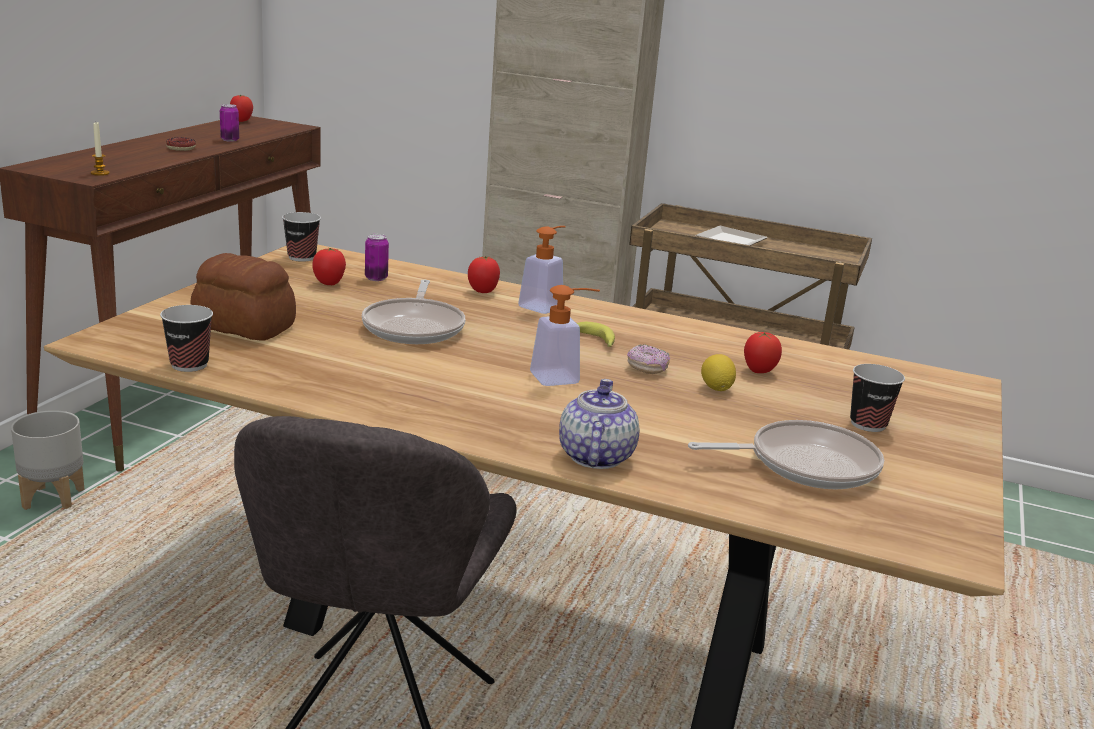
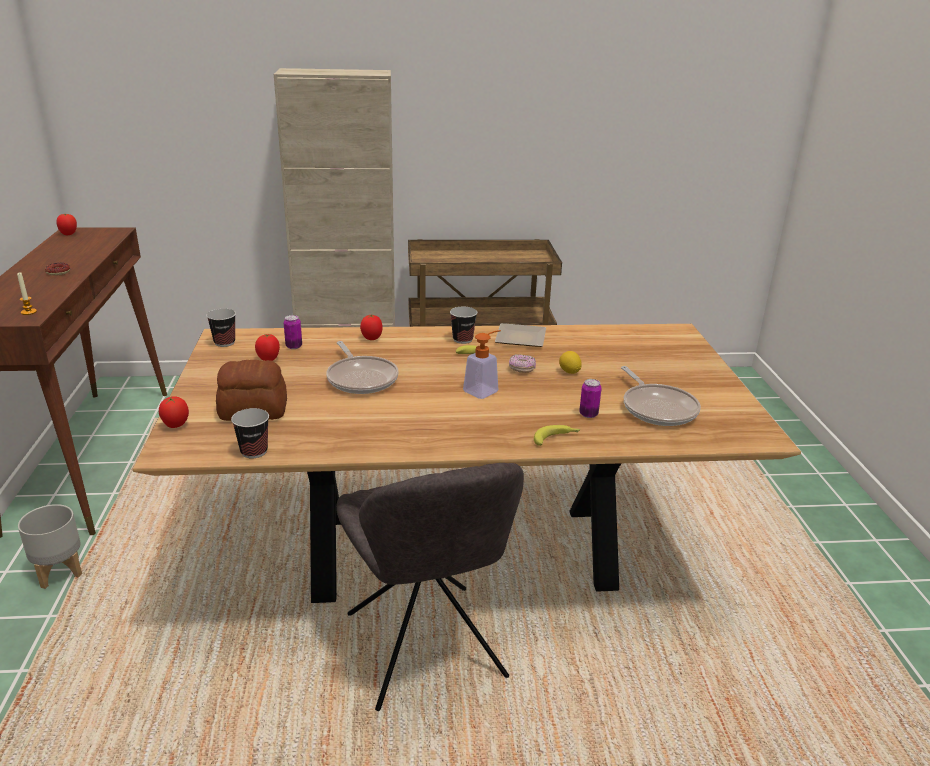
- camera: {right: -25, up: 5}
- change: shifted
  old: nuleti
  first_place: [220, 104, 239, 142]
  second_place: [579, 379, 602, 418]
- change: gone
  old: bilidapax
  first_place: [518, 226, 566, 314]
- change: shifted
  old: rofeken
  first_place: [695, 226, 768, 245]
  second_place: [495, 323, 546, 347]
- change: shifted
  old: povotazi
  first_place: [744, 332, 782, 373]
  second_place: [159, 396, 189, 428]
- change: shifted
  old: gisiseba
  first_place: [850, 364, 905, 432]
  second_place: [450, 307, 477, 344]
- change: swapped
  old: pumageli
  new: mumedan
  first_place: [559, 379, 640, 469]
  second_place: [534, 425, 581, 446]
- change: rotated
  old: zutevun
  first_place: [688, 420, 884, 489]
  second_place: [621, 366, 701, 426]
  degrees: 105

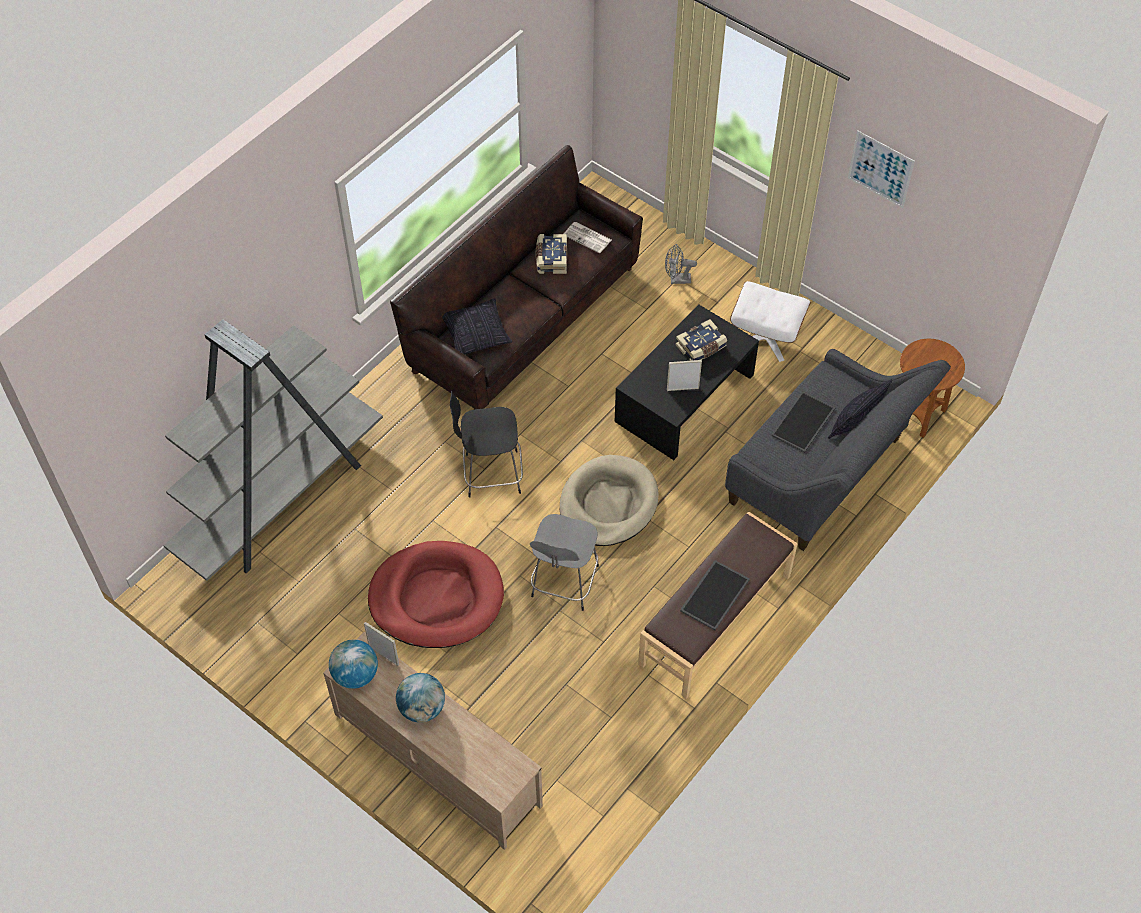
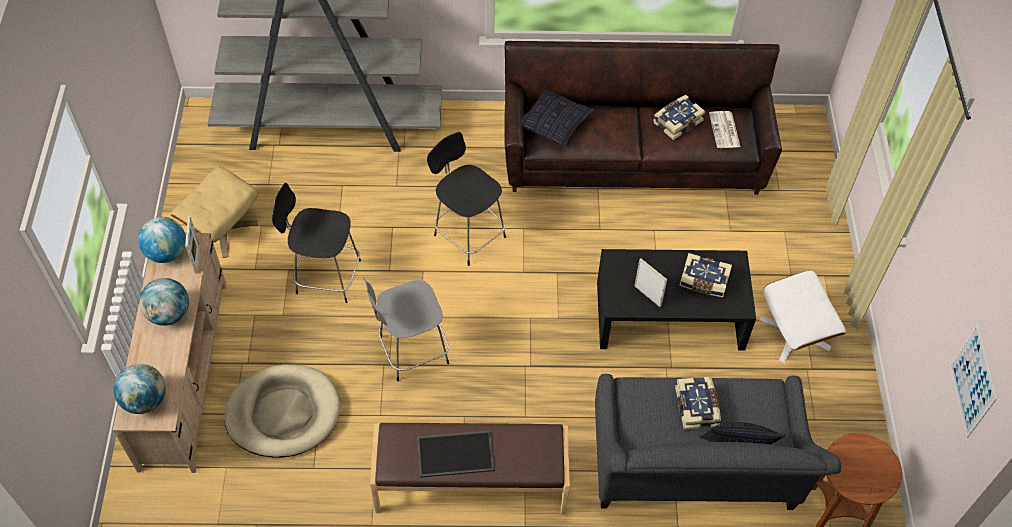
- camera: {right: 50, up: 0}
- change: shifted
  old: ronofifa
  first_place: [848, 131, 915, 208]
  second_place: [950, 324, 997, 438]
- change: gone
  old: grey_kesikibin
  first_place: [665, 244, 697, 284]
- change: swapped
  old: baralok
  new: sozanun
  first_place: [771, 391, 836, 453]
  second_place: [675, 376, 721, 430]
- change: shifted
  old: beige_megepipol
  first_place: [560, 455, 659, 546]
  second_place: [224, 364, 340, 458]
- change: swapped
  old: red_megepipol
  new: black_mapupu
  first_place: [368, 541, 504, 648]
  second_place: [272, 183, 361, 303]
- change: new
  new: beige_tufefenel
  second_place: [171, 166, 258, 258]
- change: new
  new: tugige
  second_place: [113, 364, 166, 414]

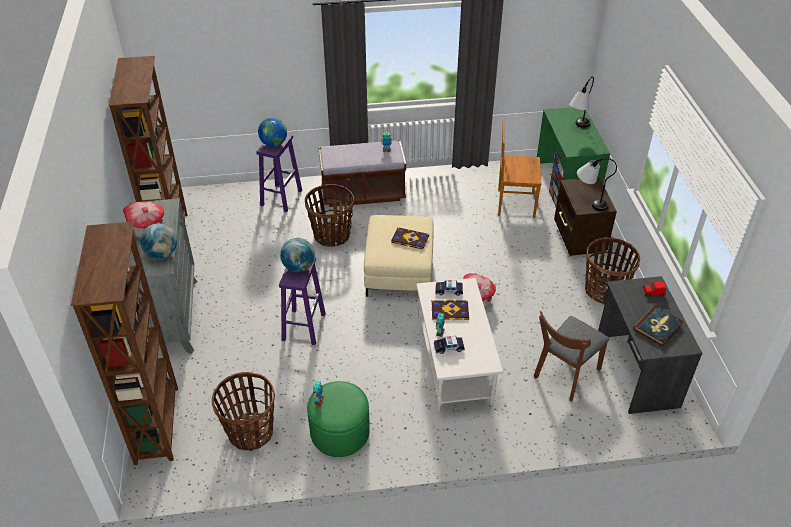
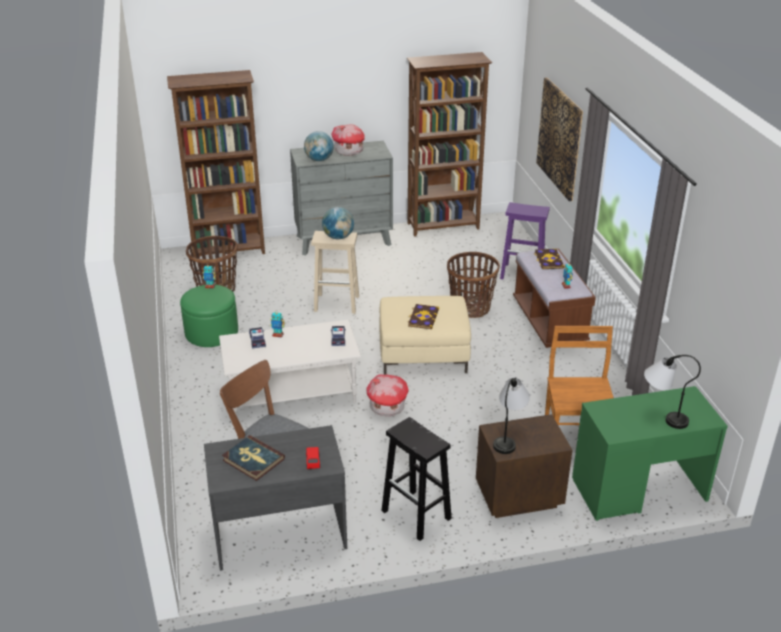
- camera: {right: 85, up: -10}
- change: gone
  old: tugige
  first_place: [258, 118, 287, 147]
- change: swapped
  old: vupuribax
  new: black_mapupu
  first_place: [585, 237, 640, 304]
  second_place: [382, 417, 452, 541]
- change: repainted
  old: purple_mapupu
  new: beige_mapupu
  first_place: [279, 257, 326, 345]
  second_place: [311, 231, 359, 314]
- change: shifted
  old: sozanun
  first_place: [432, 300, 469, 320]
  second_place: [534, 249, 565, 269]
- change: new
  new: ronofifa
  second_place: [536, 78, 583, 201]

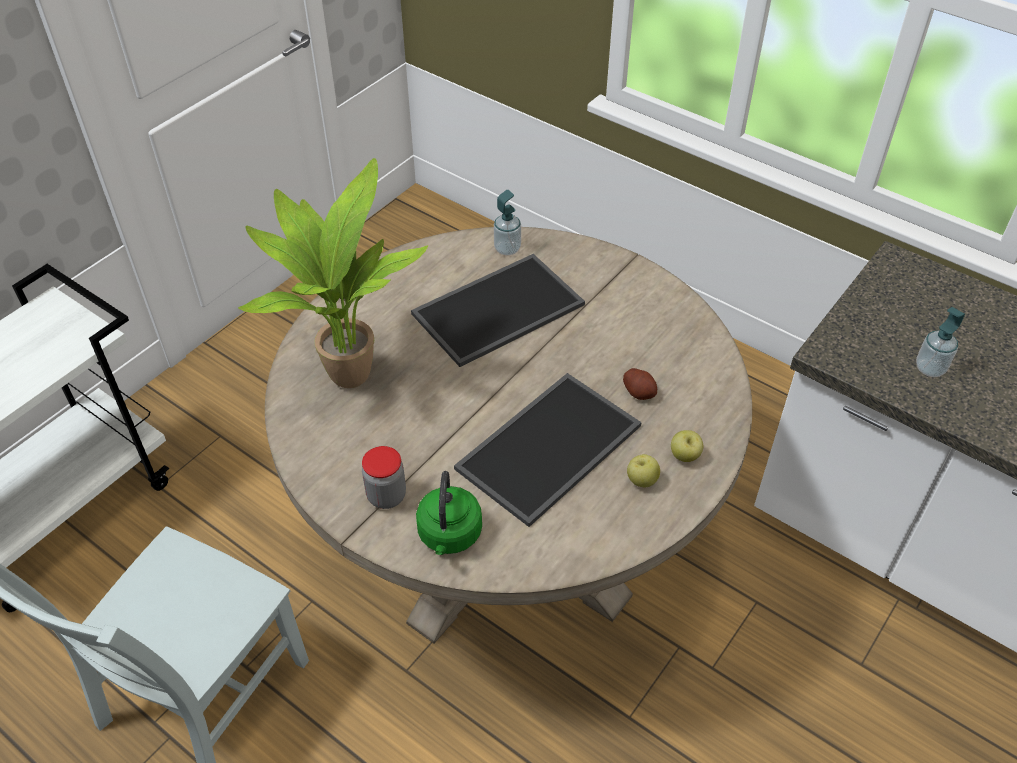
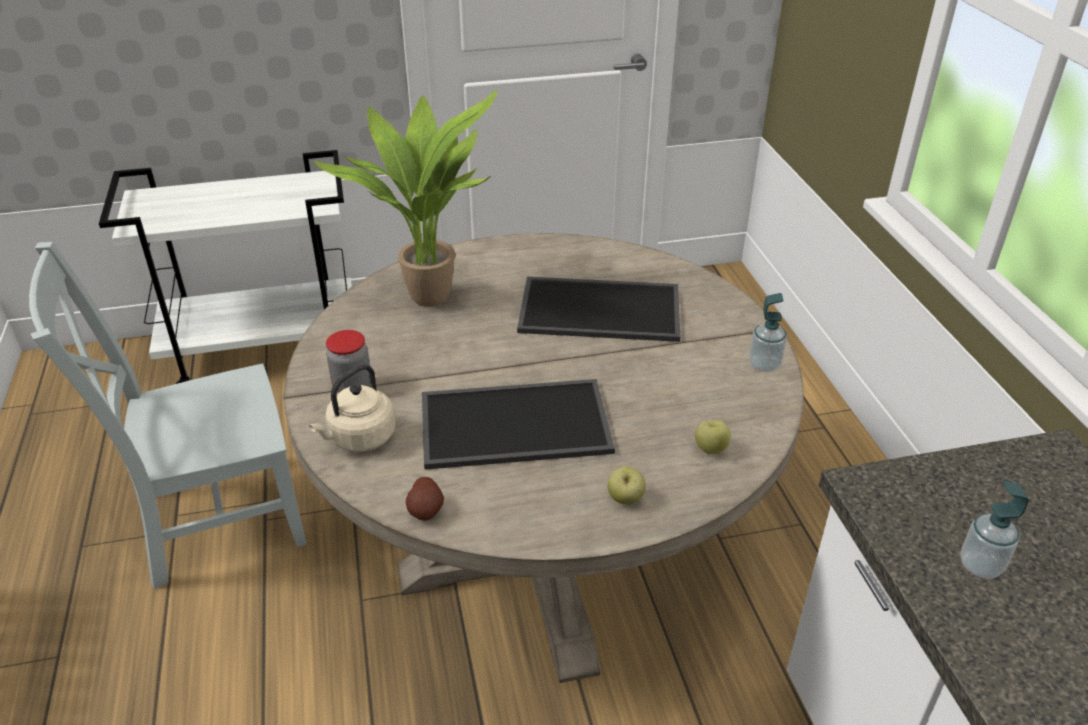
- camera: {right: 40, up: -10}
- change: shifted
  old: bilidapax
  first_place: [494, 190, 521, 255]
  second_place: [749, 293, 787, 372]
- change: shifted
  old: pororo
  first_place: [623, 368, 657, 400]
  second_place: [406, 477, 444, 521]
- change: shifted
  old: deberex
  first_place: [627, 454, 660, 487]
  second_place: [695, 420, 731, 454]
- change: repainted
  old: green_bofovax
  new: beige_bofovax
  first_place: [416, 471, 482, 555]
  second_place: [309, 364, 395, 452]

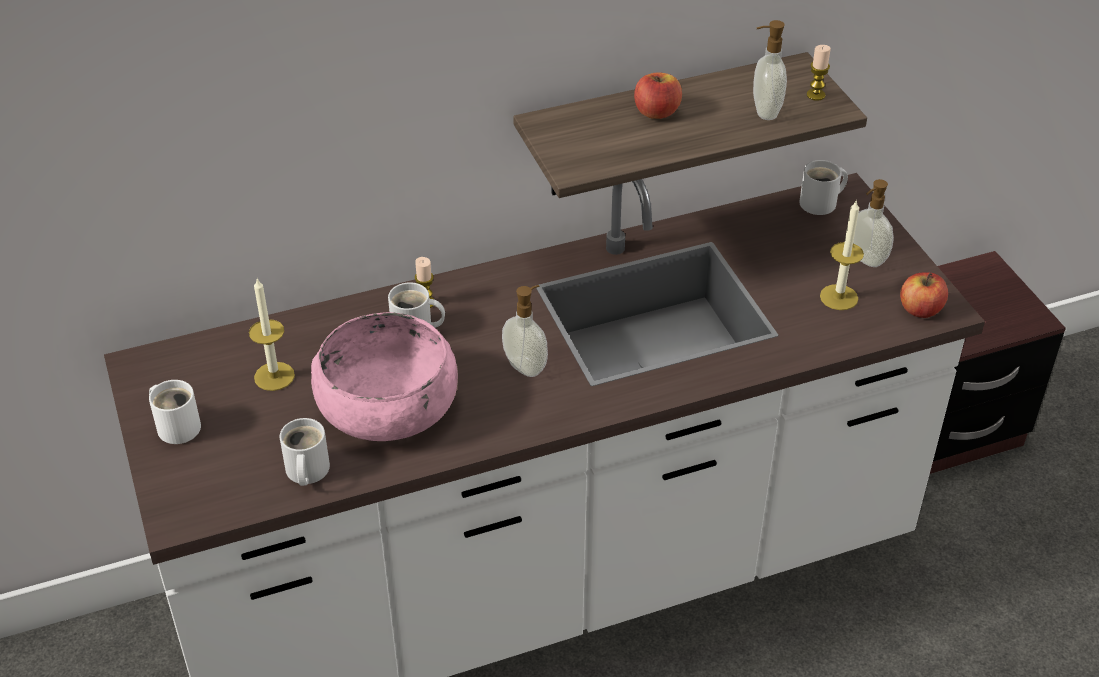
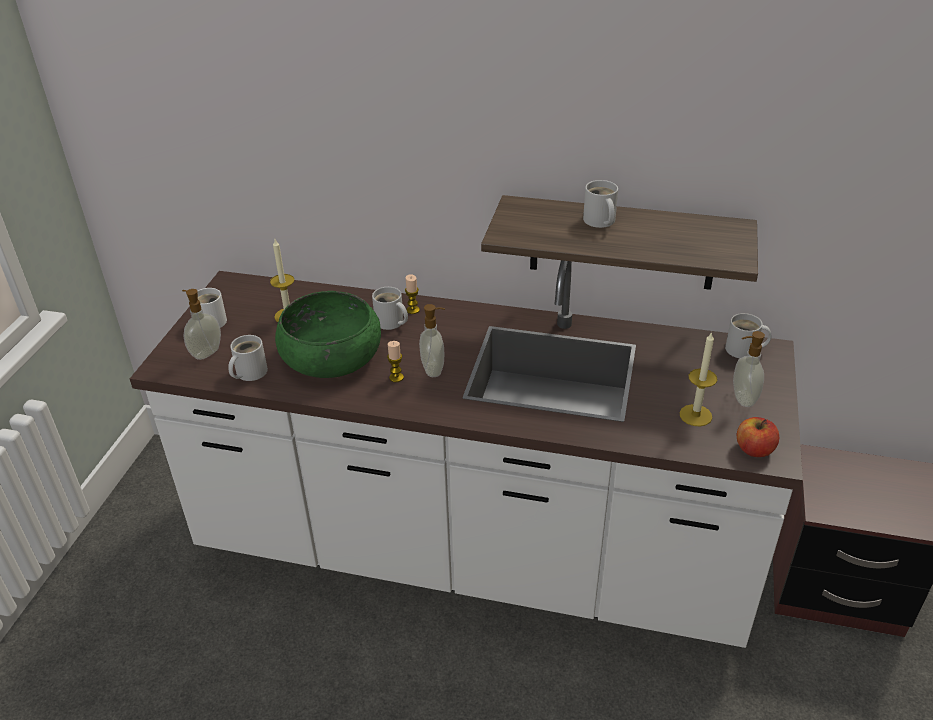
- camera: {right: 35, up: -5}
- change: shifted
  old: bilidapax
  first_place: [753, 20, 787, 120]
  second_place: [182, 289, 221, 360]
- change: shifted
  old: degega
  first_place: [807, 45, 831, 101]
  second_place: [387, 341, 404, 382]
- change: swapped
  old: deberex
  new: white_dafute
  first_place: [634, 73, 682, 119]
  second_place: [583, 180, 618, 228]
- change: repainted
  old: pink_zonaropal
  new: green_zonaropal
  first_place: [311, 312, 458, 441]
  second_place: [275, 291, 381, 378]

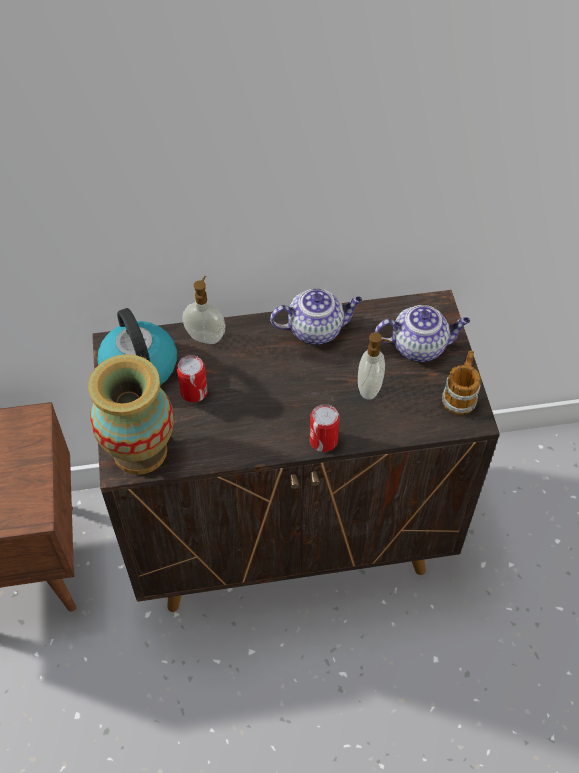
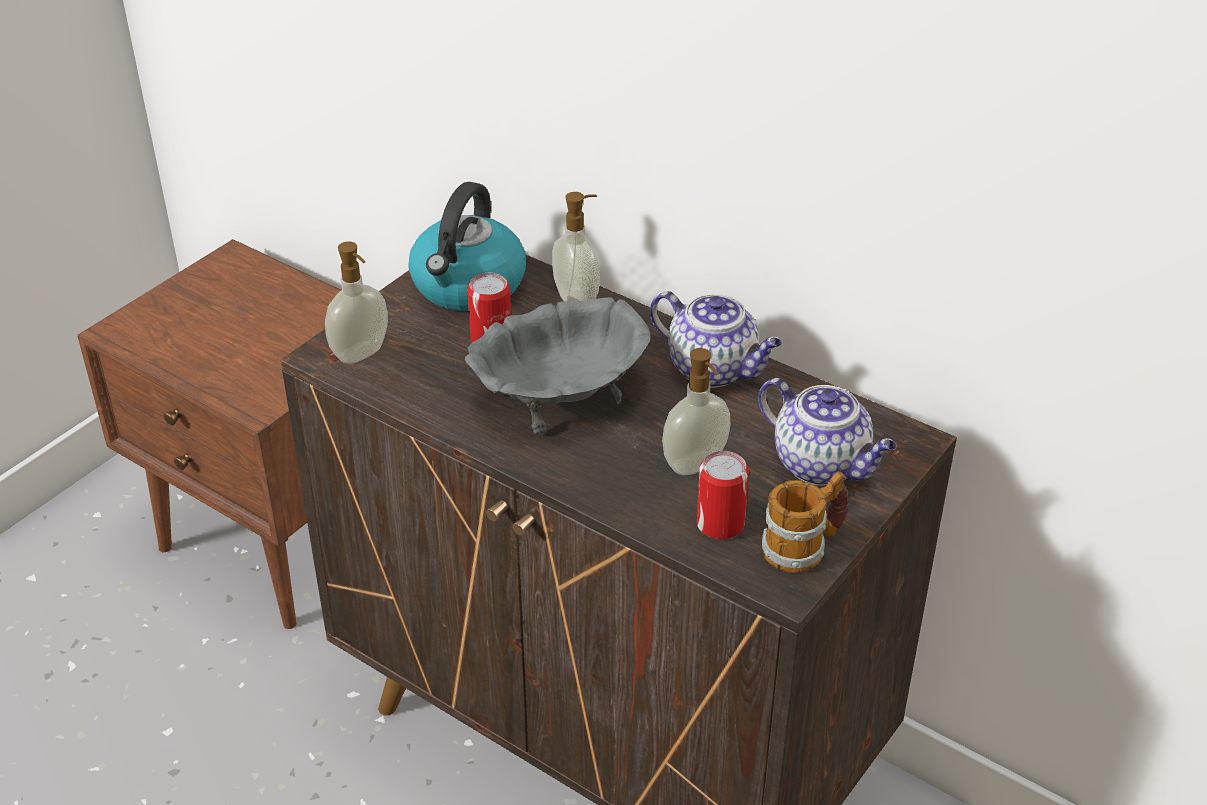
- camera: {right: 45, up: -15}
- change: swapped
  old: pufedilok
  new: bilidapax
  first_place: [88, 354, 174, 475]
  second_place: [325, 241, 388, 364]
- change: shifted
  old: nuleti
  first_place: [310, 404, 340, 452]
  second_place: [697, 451, 749, 539]
- change: new
  new: grey_zonaropal
  second_place: [465, 297, 650, 434]

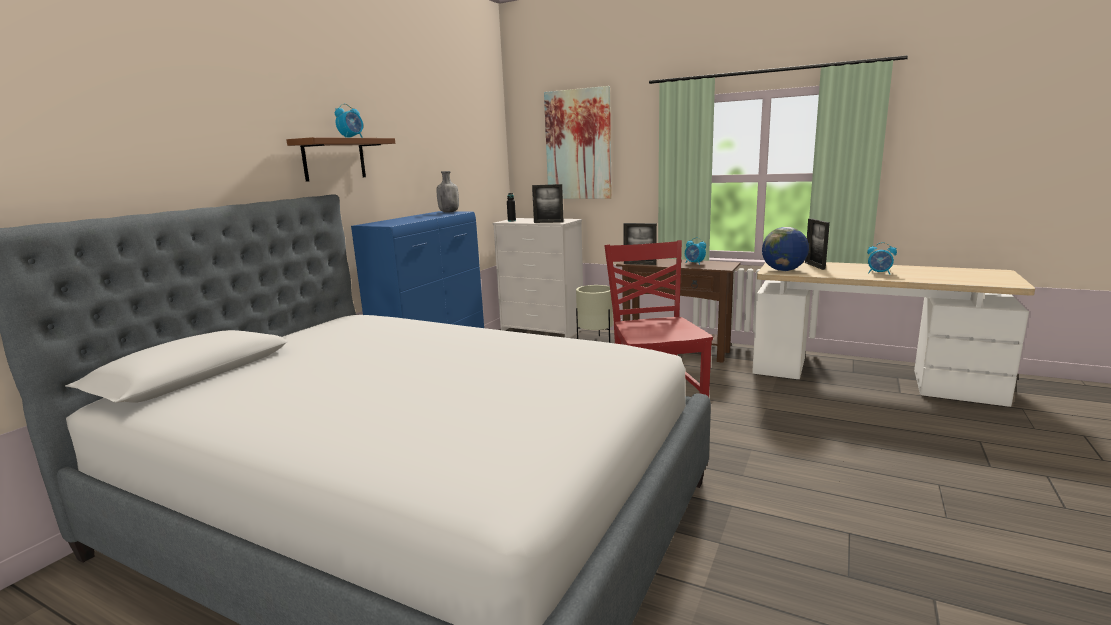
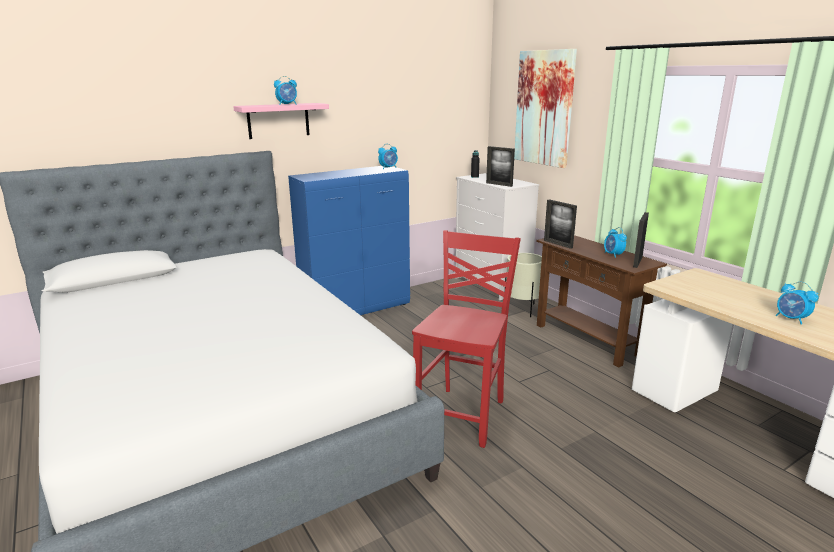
- camera: {right: 30, up: 5}
- change: repainted
  old: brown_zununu
  new: pink_zununu
  first_place: [286, 137, 395, 182]
  second_place: [233, 103, 329, 139]
- change: swapped
  old: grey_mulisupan
  new: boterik
  first_place: [437, 171, 459, 213]
  second_place: [378, 144, 398, 169]
- change: shifted
  old: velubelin
  first_place: [805, 218, 830, 270]
  second_place: [633, 212, 649, 268]
- change: gone
  old: tugige
  first_place: [762, 227, 809, 271]

